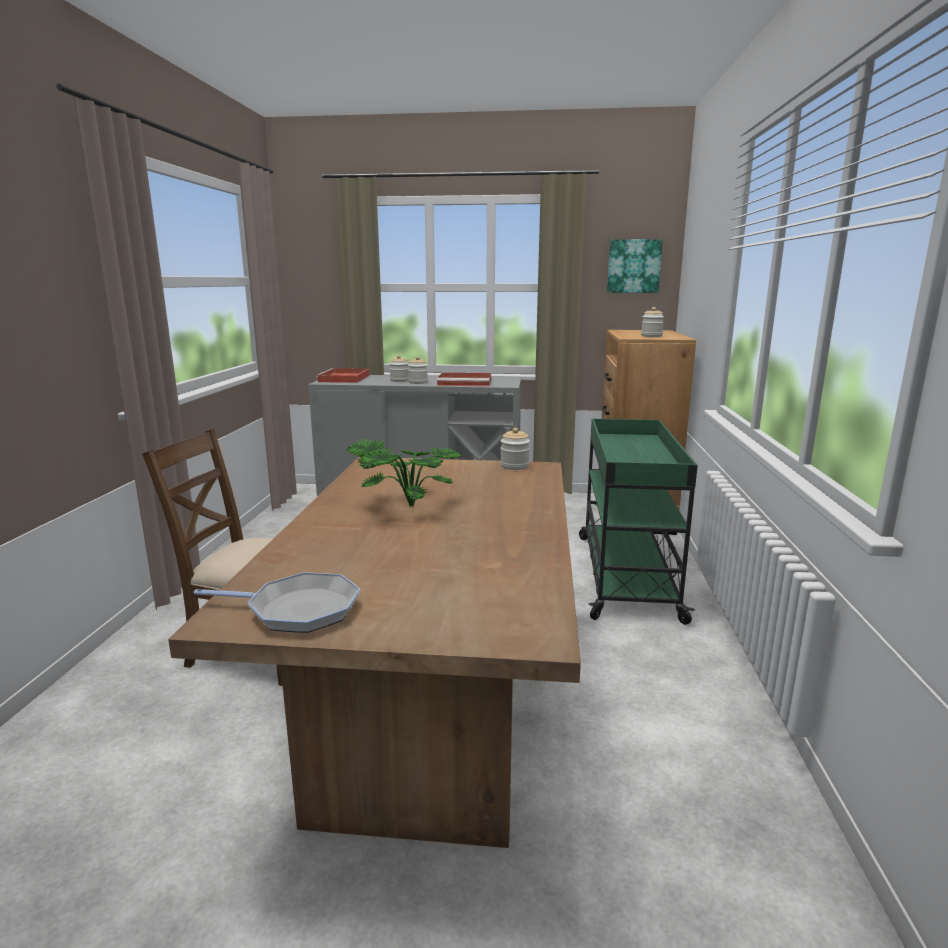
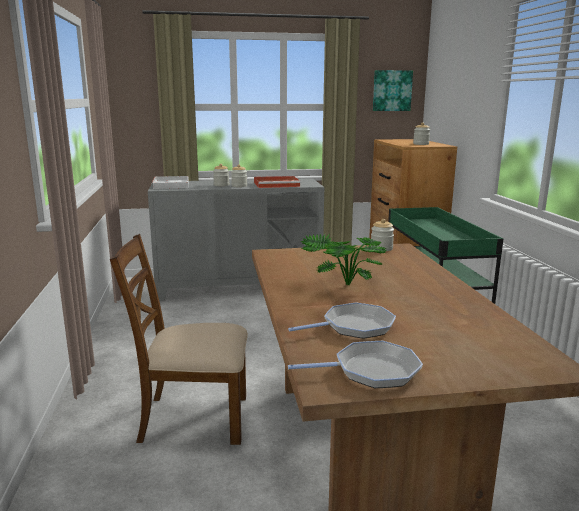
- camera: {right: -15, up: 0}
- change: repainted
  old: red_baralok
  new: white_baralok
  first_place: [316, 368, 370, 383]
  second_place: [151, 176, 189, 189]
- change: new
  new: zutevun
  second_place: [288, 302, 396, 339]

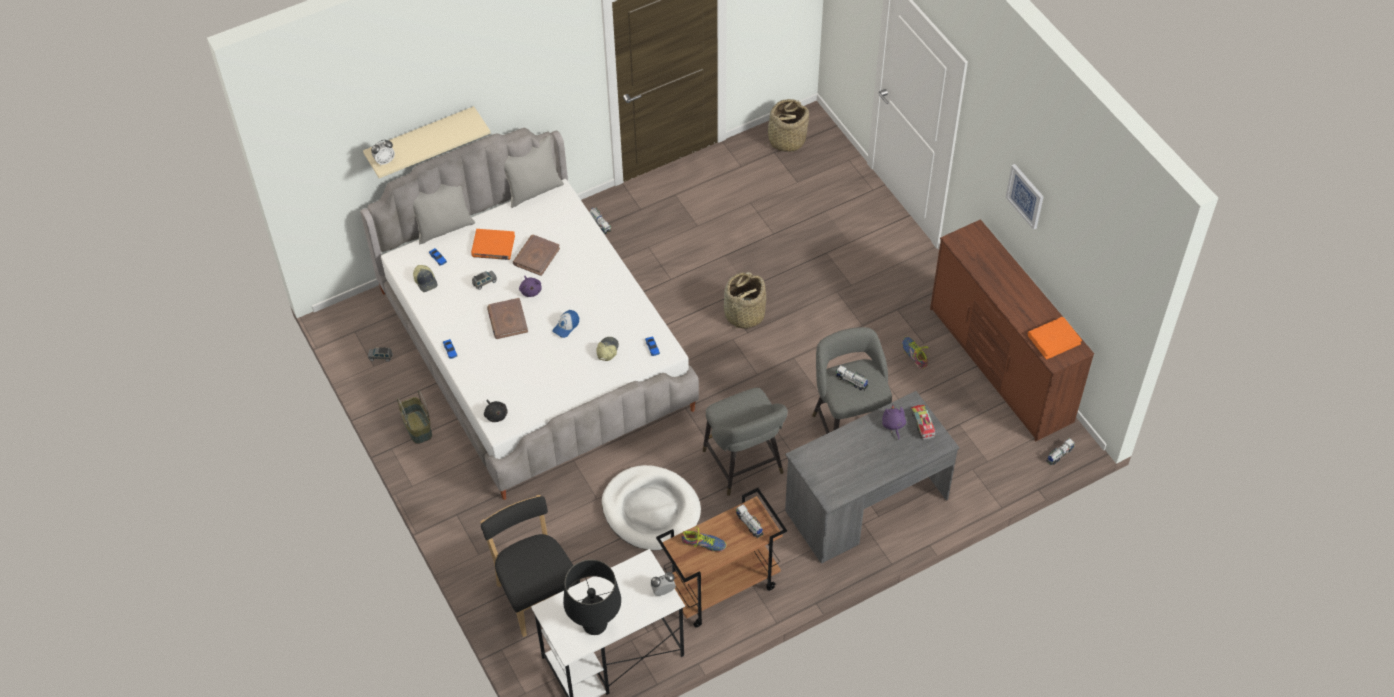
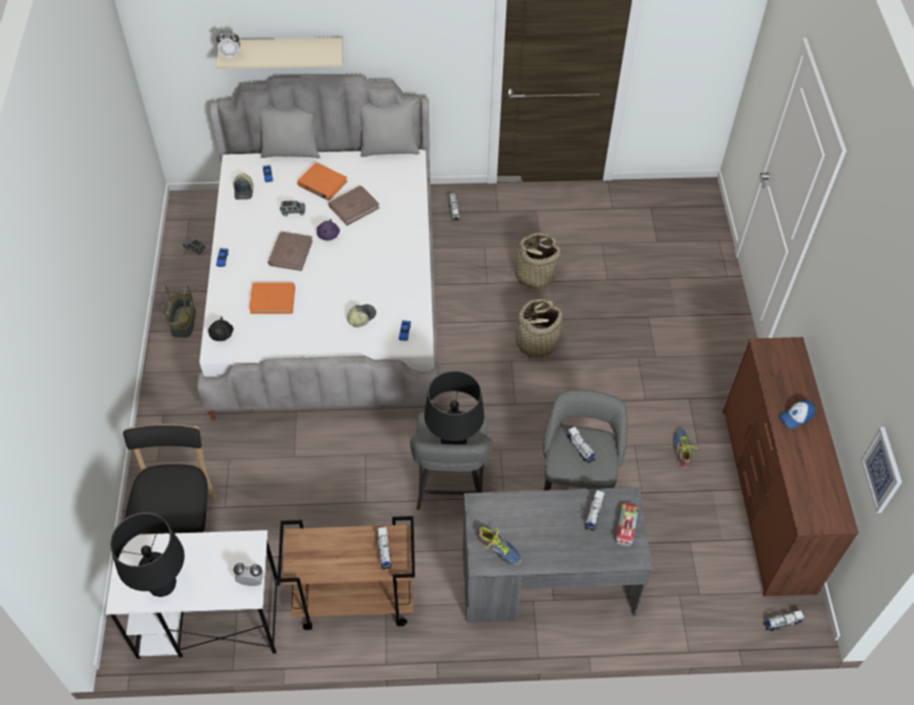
- camera: {right: 25, up: 0}
- change: shifted
  old: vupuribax
  first_place: [767, 99, 809, 152]
  second_place: [506, 233, 561, 289]
- change: shifted
  old: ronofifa
  first_place: [1006, 164, 1044, 230]
  second_place: [861, 427, 902, 513]
- change: shifted
  old: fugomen
  first_place: [552, 310, 579, 338]
  second_place: [779, 400, 816, 429]
- change: shifted
  old: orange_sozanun
  first_place: [1028, 317, 1082, 360]
  second_place: [249, 282, 295, 314]
- change: swapped
  old: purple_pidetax
  new: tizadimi
  first_place: [882, 405, 906, 440]
  second_place: [585, 490, 605, 531]
- change: gone
  old: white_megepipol
  first_place: [602, 465, 701, 550]
- change: shifted
  old: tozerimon
  first_place: [681, 527, 727, 552]
  second_place: [477, 527, 521, 566]
- change: new
  new: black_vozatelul
  second_place: [424, 371, 484, 444]

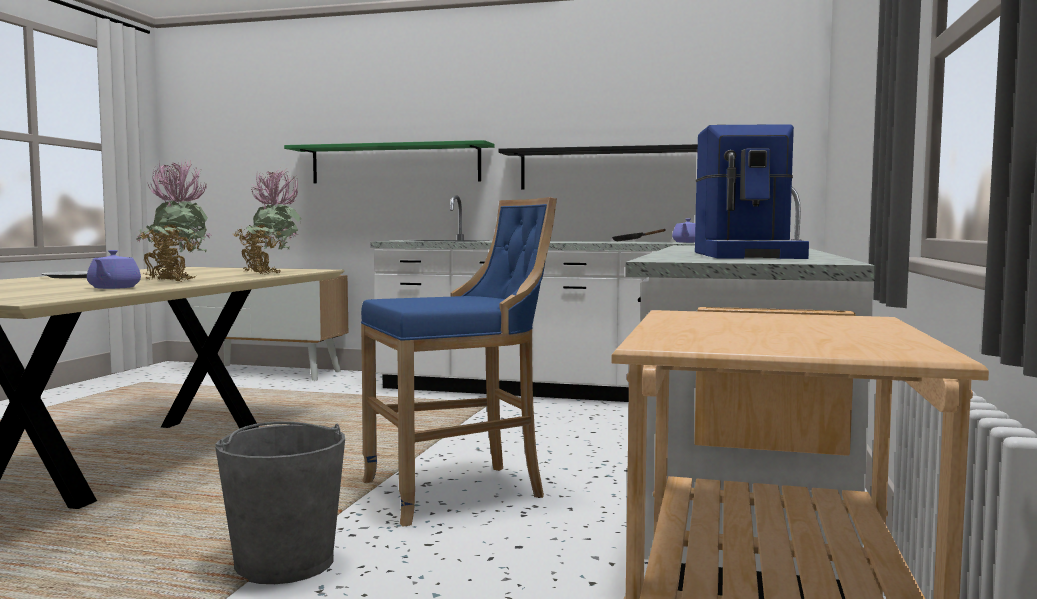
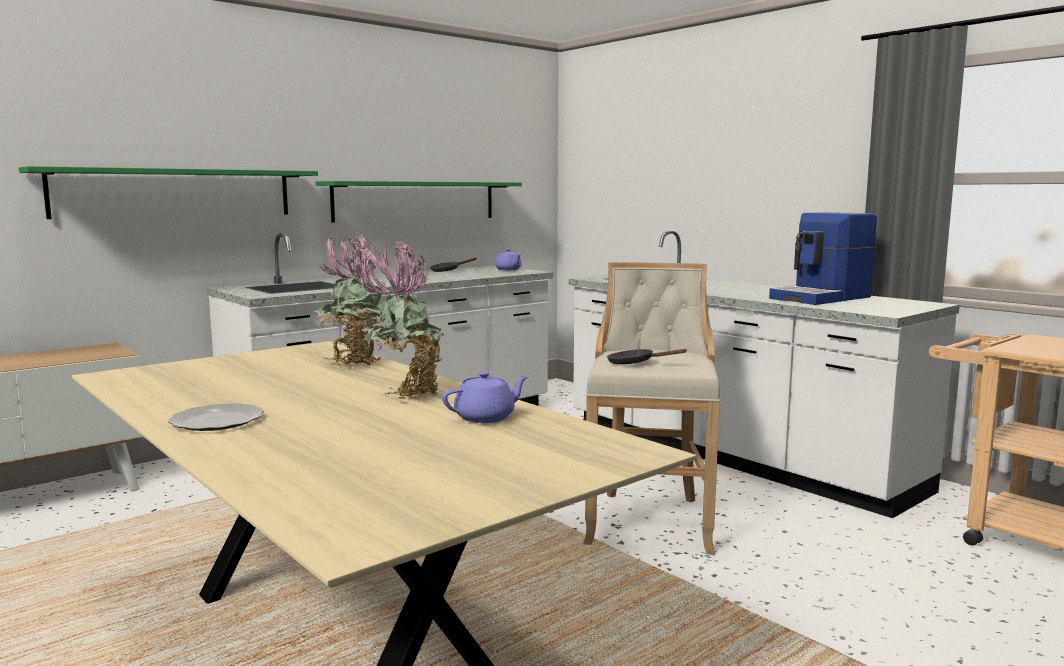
- camera: {right: -55, up: 5}
- change: rotated
  old: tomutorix
  first_place: [695, 124, 809, 259]
  second_place: [769, 212, 877, 305]
  degrees: 105
- change: repainted
  old: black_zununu
  new: green_zununu
  first_place: [498, 144, 698, 189]
  second_place: [315, 181, 522, 223]
- change: repainted
  old: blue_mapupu
  new: beige_mapupu
  first_place: [361, 197, 557, 527]
  second_place: [583, 262, 720, 555]
- change: rotated
  old: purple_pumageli
  first_place: [87, 250, 141, 289]
  second_place: [442, 371, 529, 423]
  degrees: -60
- change: gone
  old: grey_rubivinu
  first_place: [215, 421, 345, 584]
- change: new
  new: black_zutevun
  second_place: [607, 349, 686, 364]

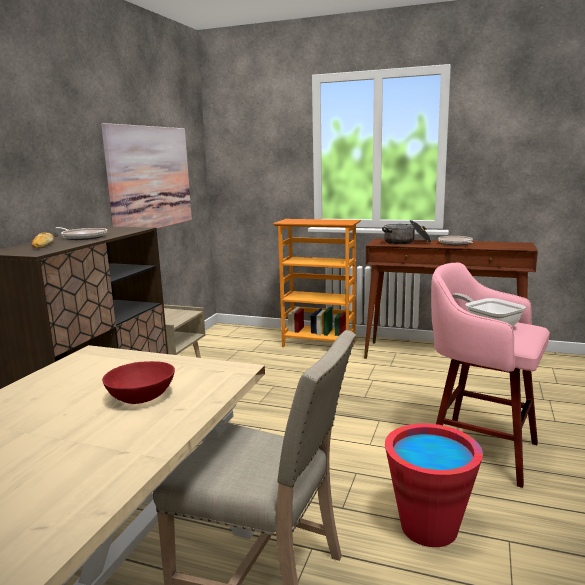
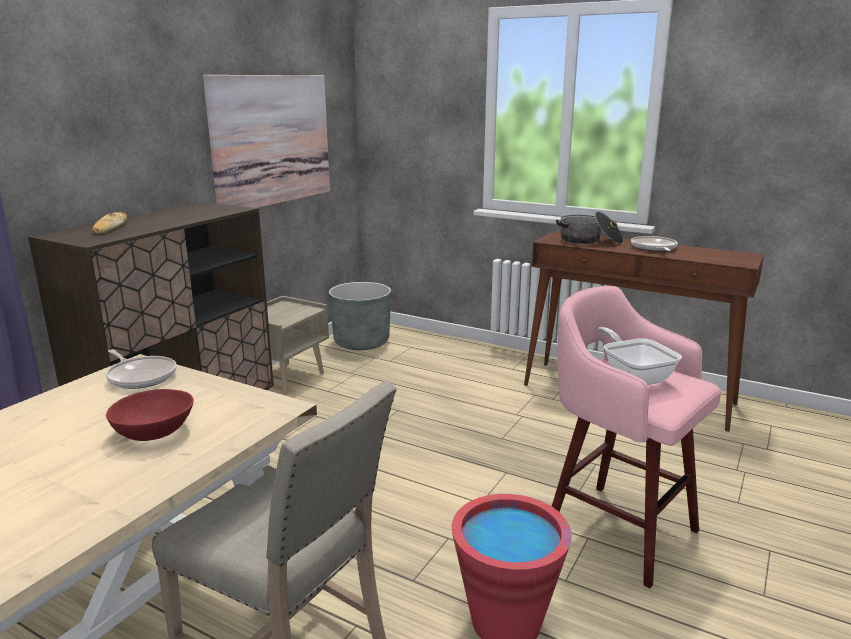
- camera: {right: 10, up: 5}
- change: gone
  old: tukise
  first_place: [273, 219, 361, 347]
- change: shifted
  old: zutevun
  first_place: [56, 227, 107, 240]
  second_place: [106, 349, 177, 389]
- change: new
  new: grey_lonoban
  second_place: [329, 282, 391, 350]

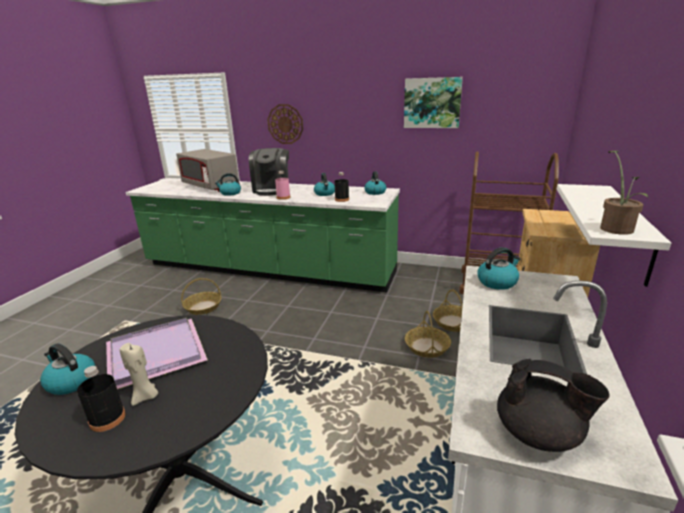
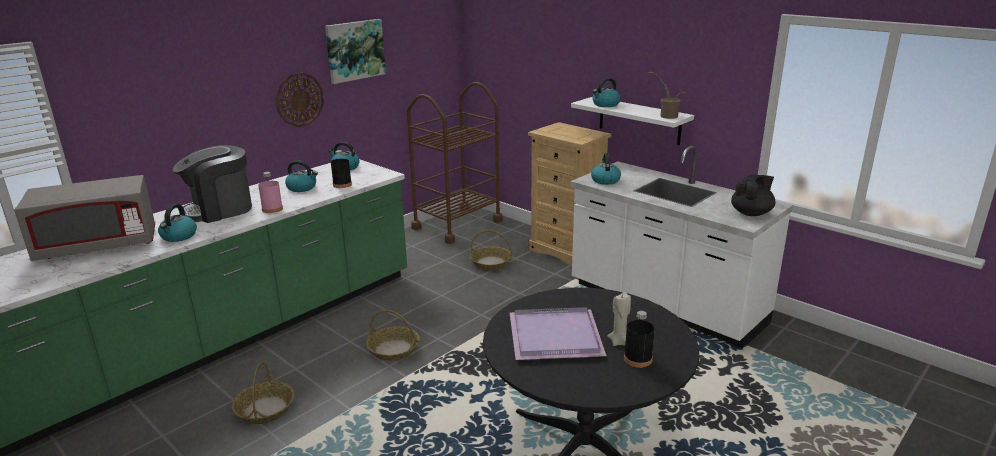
- camera: {right: -65, up: 0}
- change: shifted
  old: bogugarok
  first_place: [267, 104, 303, 144]
  second_place: [275, 72, 324, 127]
- change: rotated
  old: tomutorix
  first_place: [249, 148, 289, 196]
  second_place: [173, 145, 252, 223]
  degrees: 120
- change: shifted
  old: vupuribax
  first_place: [405, 311, 451, 358]
  second_place: [366, 310, 419, 361]
- change: shifted
  old: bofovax
  first_place: [40, 343, 95, 395]
  second_place: [592, 78, 621, 107]

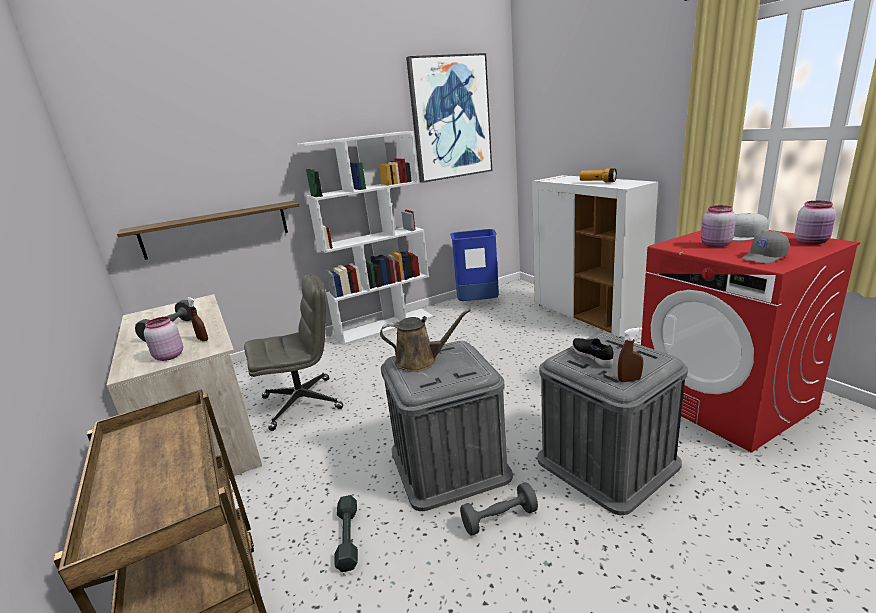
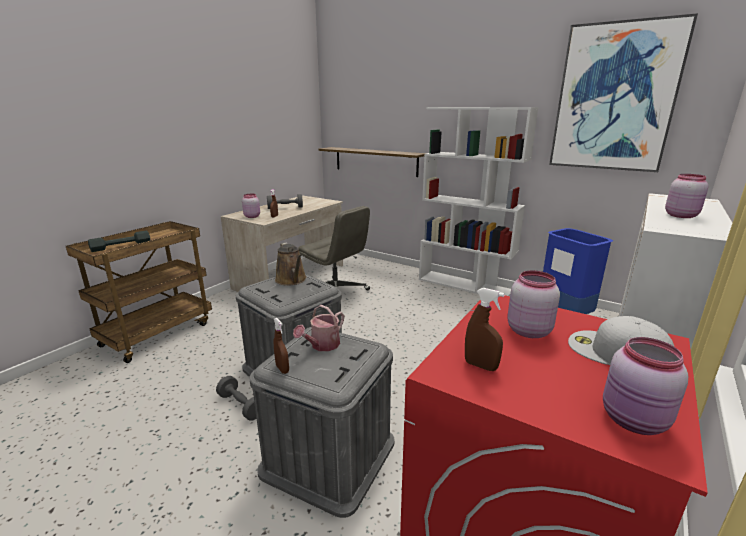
- camera: {right: 60, up: 0}
- change: swapped
  old: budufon
  new: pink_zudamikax
  first_place: [580, 168, 617, 182]
  second_place: [665, 174, 708, 218]
- change: swapped
  old: grey_fugomen
  new: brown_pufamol
  first_place: [741, 231, 789, 264]
  second_place: [465, 288, 505, 371]
- change: swapped
  old: black_tozerimon
  new: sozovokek
  first_place: [572, 338, 614, 367]
  second_place: [293, 305, 344, 351]
- change: shifted
  old: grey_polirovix
  first_place: [334, 495, 358, 572]
  second_place: [88, 231, 150, 252]

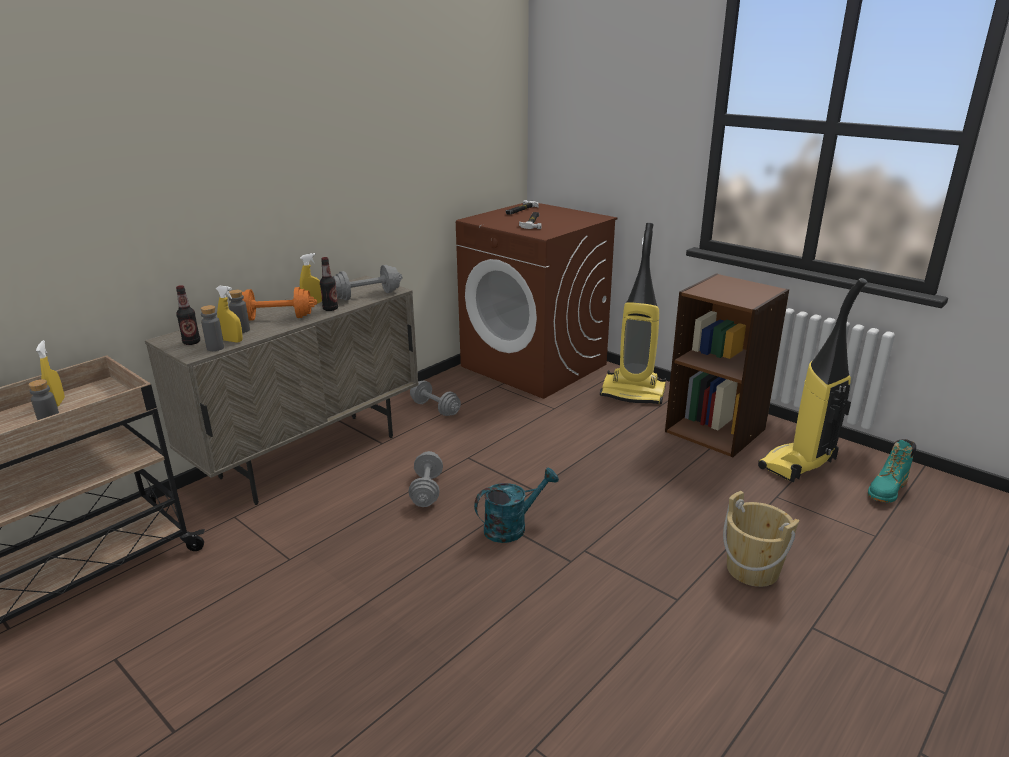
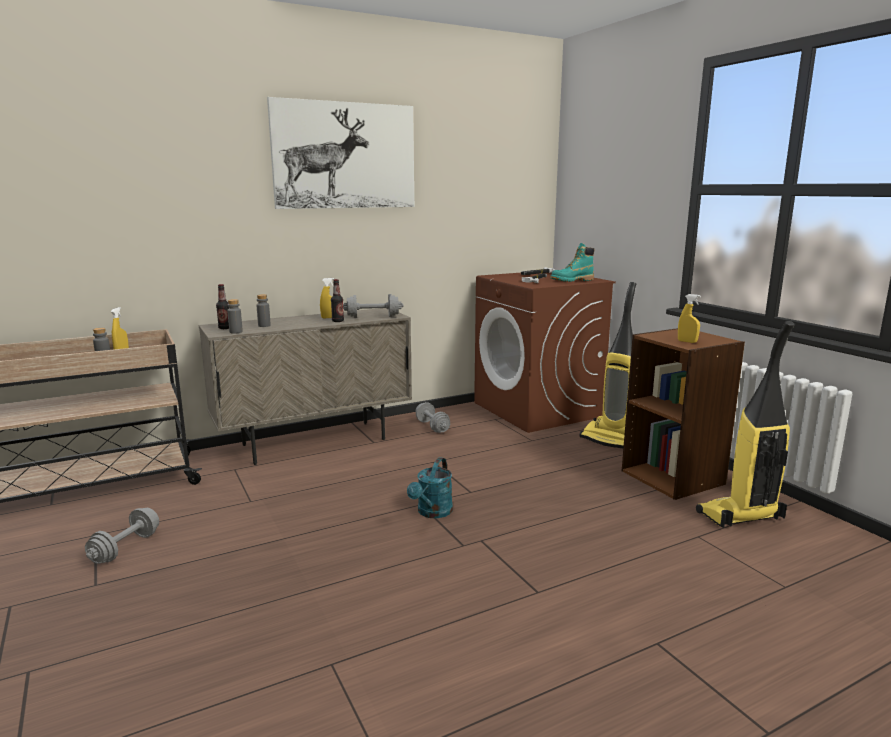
- camera: {right: 20, up: -10}
- change: shifted
  old: yellow_pufamol
  first_place: [216, 286, 243, 343]
  second_place: [678, 294, 701, 343]
- change: gone
  old: orange_polirovix
  first_place: [242, 287, 317, 321]
- change: shifted
  old: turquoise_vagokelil
  first_place: [868, 439, 916, 503]
  second_place: [550, 243, 594, 282]
- change: shifted
  old: grey_polirovix
  first_place: [408, 451, 443, 507]
  second_place: [85, 508, 159, 564]
- change: rotated
  old: turquoise_sozovokek
  first_place: [474, 468, 559, 543]
  second_place: [407, 457, 453, 518]
  degrees: 120
- change: gone
  old: beige_rubivinu
  first_place: [723, 491, 800, 587]
- change: new
  new: ronofifa
  second_place: [267, 97, 414, 209]

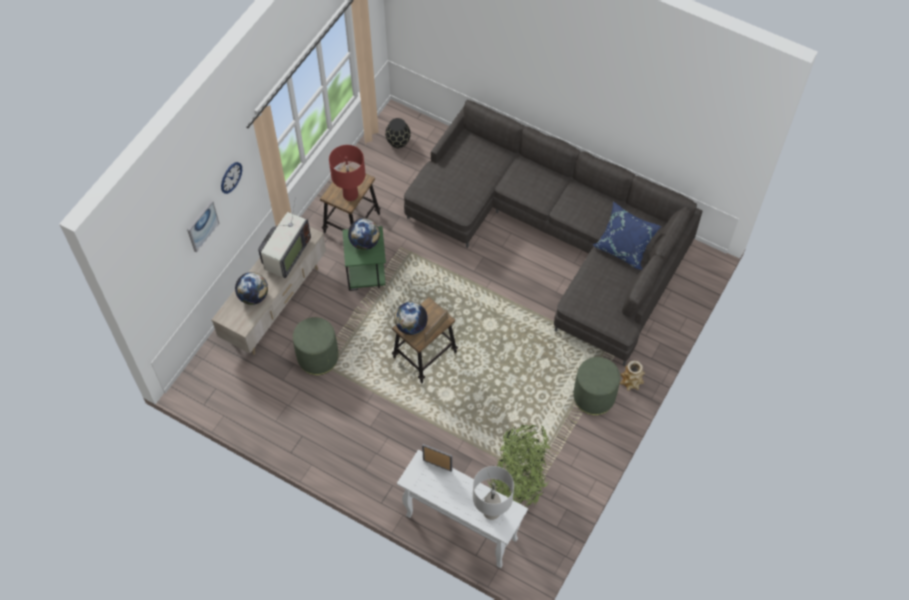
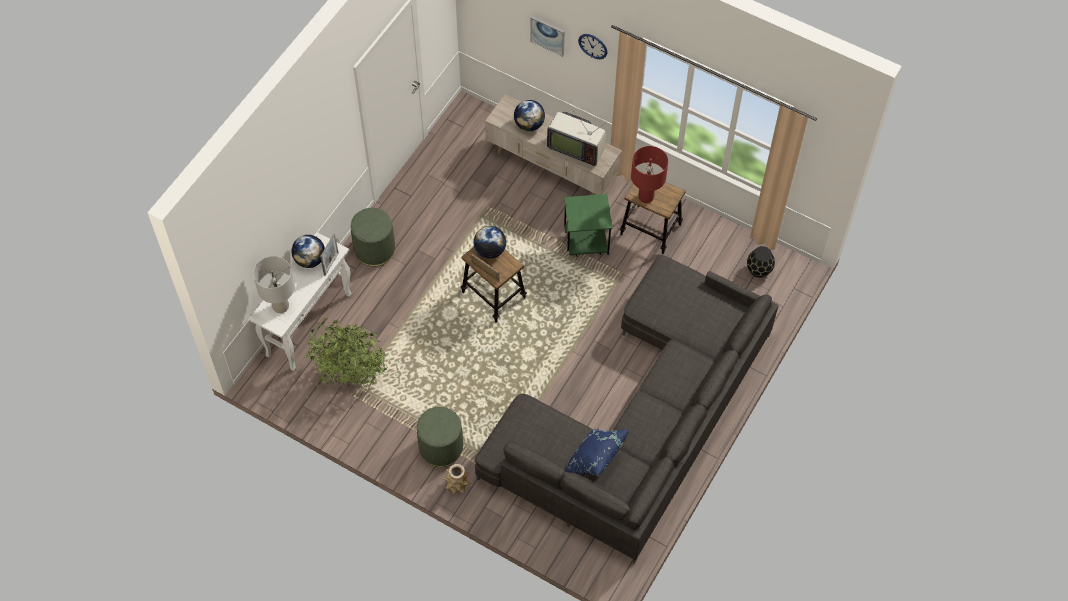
- camera: {right: 90, up: 0}
- change: shifted
  old: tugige
  first_place: [348, 218, 380, 250]
  second_place: [291, 235, 325, 268]
- change: shifted
  old: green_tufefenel
  first_place: [293, 317, 339, 375]
  second_place: [351, 208, 395, 266]

